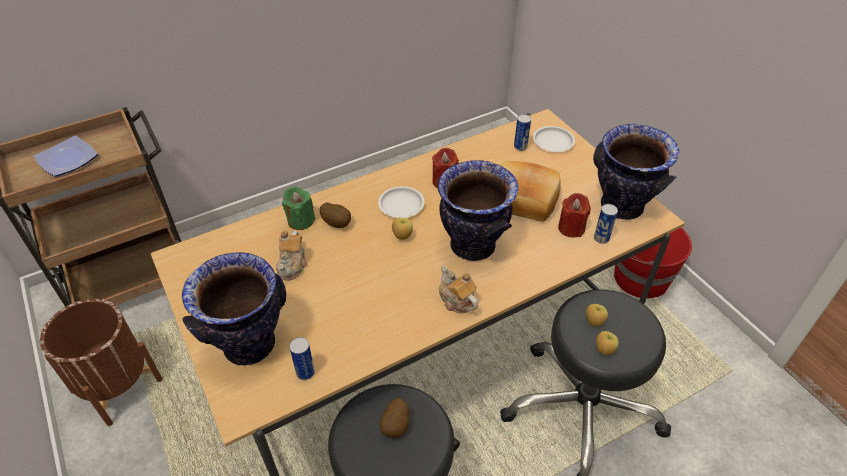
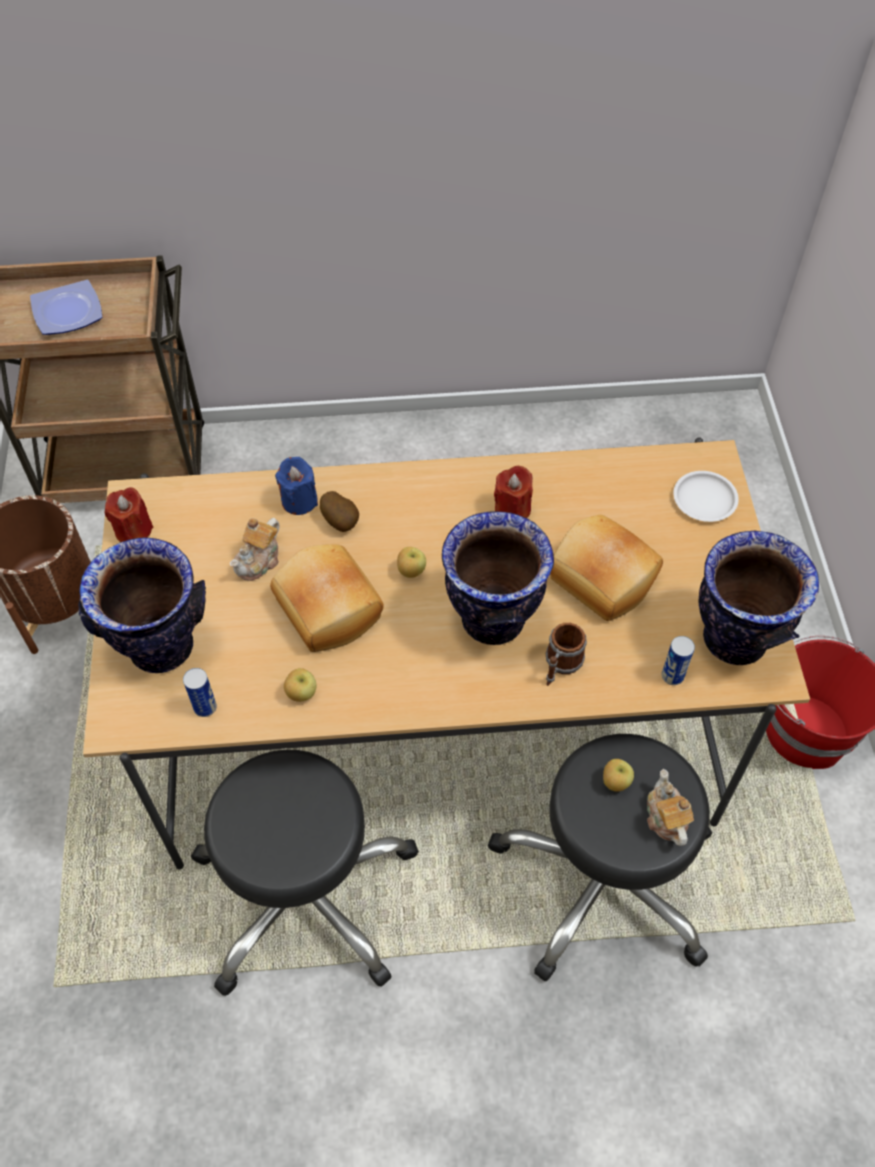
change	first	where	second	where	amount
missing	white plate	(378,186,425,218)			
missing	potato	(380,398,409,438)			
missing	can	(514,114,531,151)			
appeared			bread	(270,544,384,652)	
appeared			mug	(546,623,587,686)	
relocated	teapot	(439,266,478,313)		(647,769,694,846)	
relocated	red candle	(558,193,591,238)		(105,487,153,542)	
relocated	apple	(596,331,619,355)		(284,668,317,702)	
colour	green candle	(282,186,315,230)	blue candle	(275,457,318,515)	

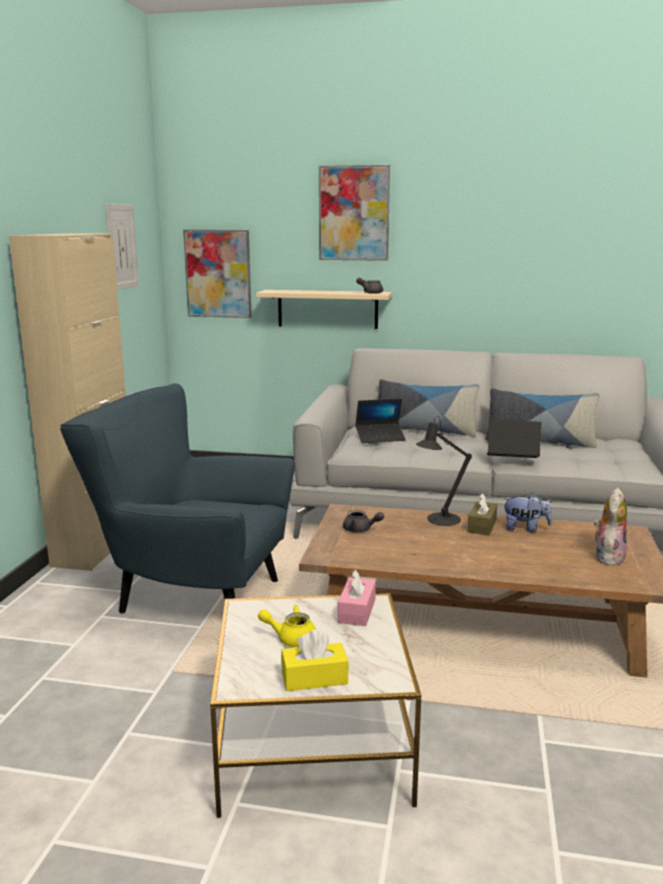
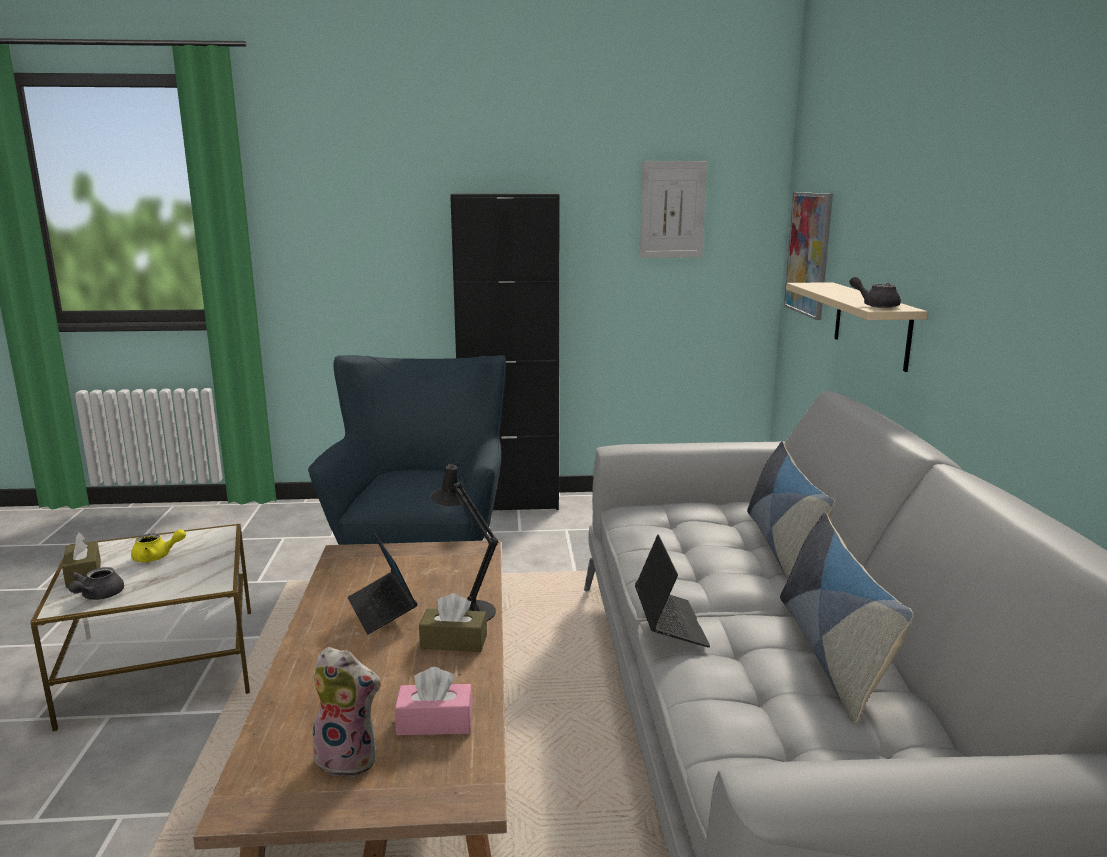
change	first	where	second	where	amount
missing	picture	(319,165,390,261)			
missing	plush toy	(503,493,552,533)			
relocated	pink tissue box	(338,570,376,626)		(395,667,473,735)	
relocated	grey teapot	(343,510,384,532)		(68,567,124,600)	
relocated	laptop	(355,399,406,443)		(348,531,417,634)	
colour	beige cabinet	(9,234,126,571)	black cabinet	(450,193,559,510)	
colour	yellow tissue box	(281,630,349,691)	brown tissue box	(62,532,101,588)	
spun	yellow teapot	(258,605,316,647)		(131,529,186,562)	90 degrees clockwise

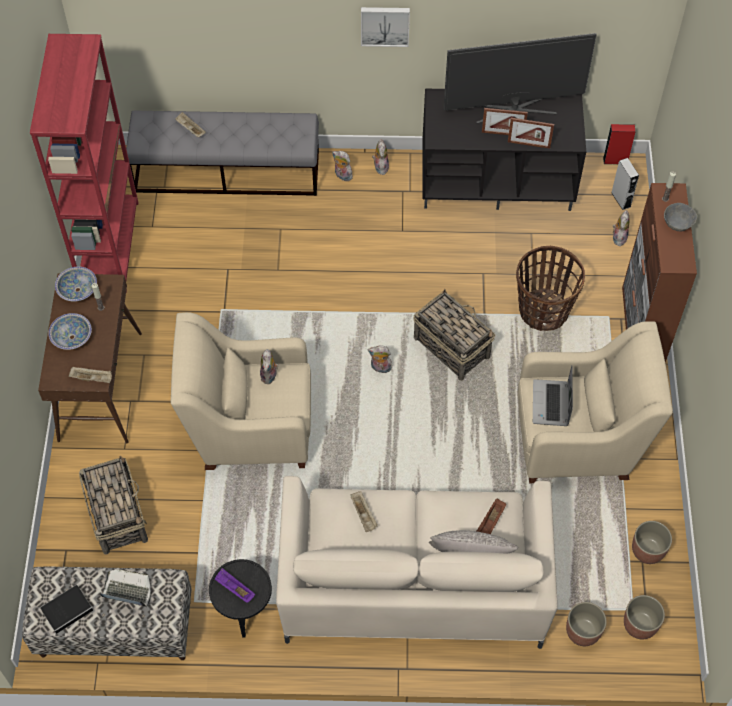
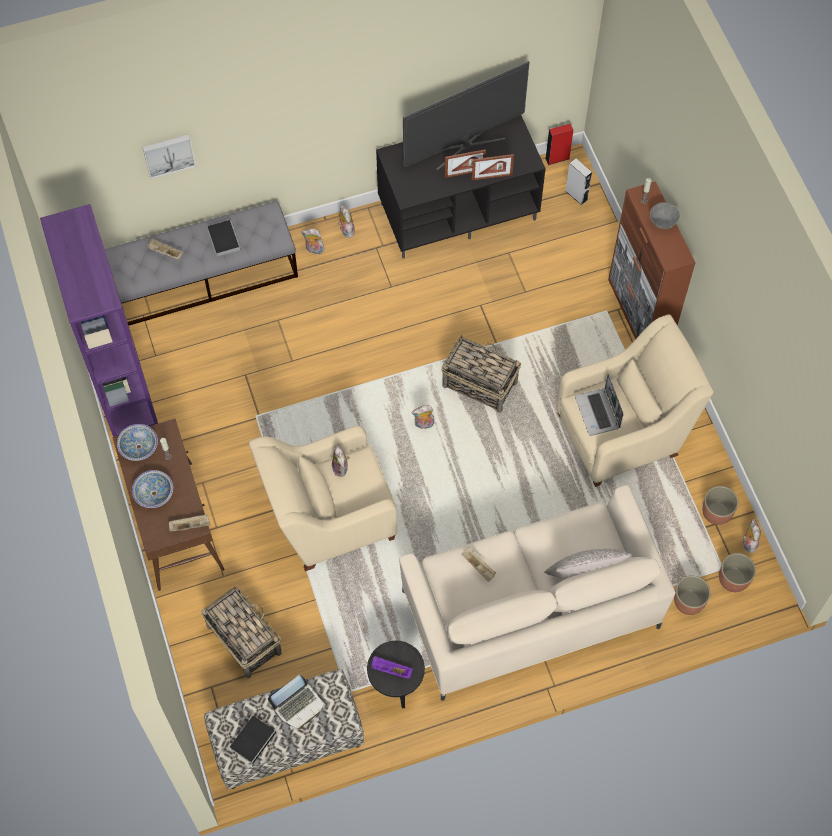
change	first	where	second	where	amount
missing	brown tray	(477,498,506,534)			
missing	basket	(516,246,585,331)			
appeared			book	(207,219,240,257)	
relocated	picture	(361,7,410,47)		(142,134,196,179)	
relocated	plush toy	(613,210,630,246)		(742,519,761,553)	
colour	red bookcase	(30,34,138,293)	purple bookcase	(40,204,158,437)	
spun	laptop	(100,570,151,607)		(268,675,325,729)	150 degrees clockwise

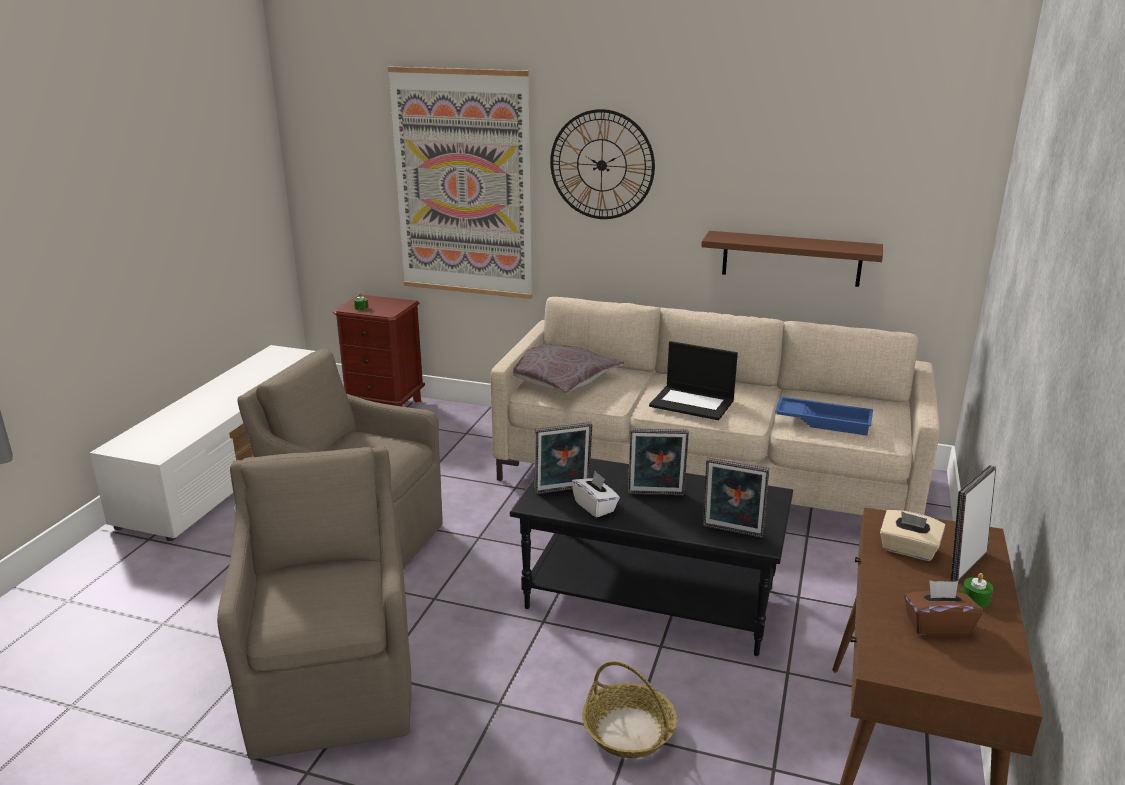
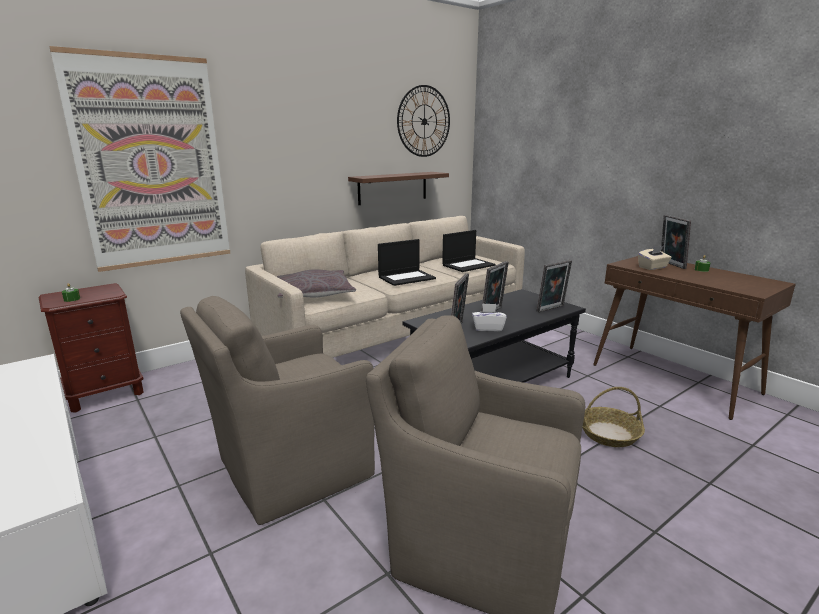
change	first	where	second	where	amount
missing	brown tissue box	(904,580,983,636)			
relocated	wall clock	(550,109,655,219)		(397,85,450,157)	
exchanged	blue tray	(775,396,873,436)	laptop	(442,230,495,272)	

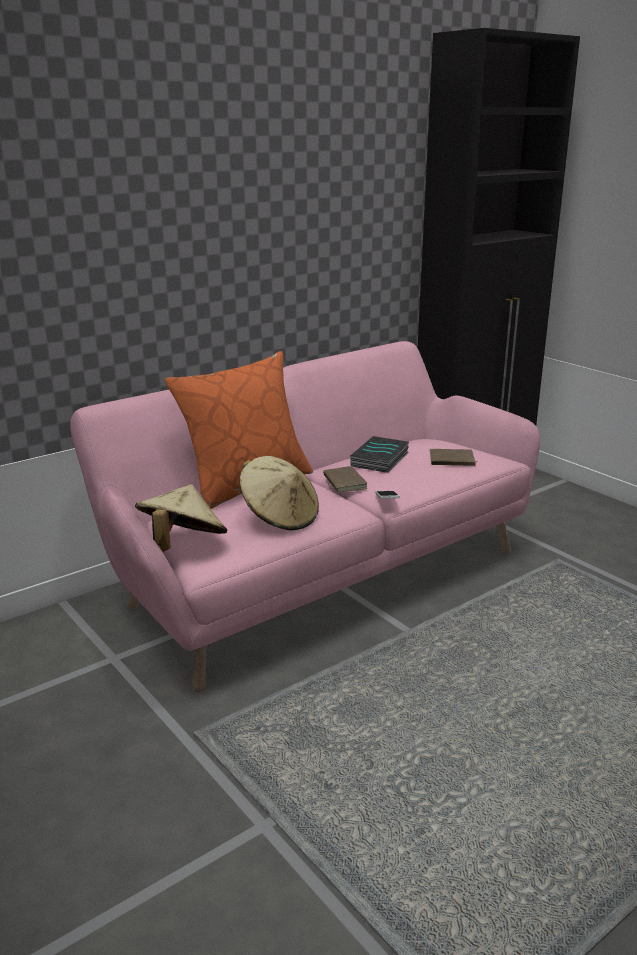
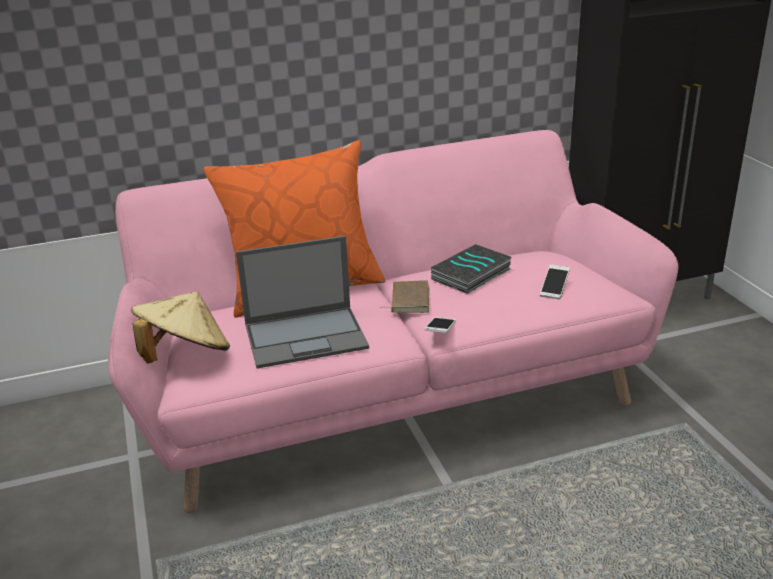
change	first	where	second	where	amount
exchanged	beige hat	(239,456,319,531)	laptop	(236,236,369,368)	
exchanged	brown book	(429,449,477,466)	phone	(540,264,570,299)	

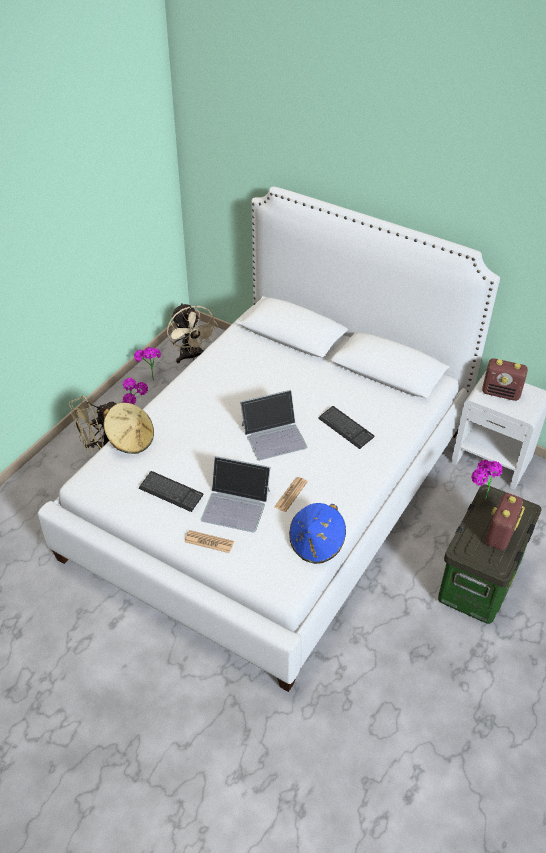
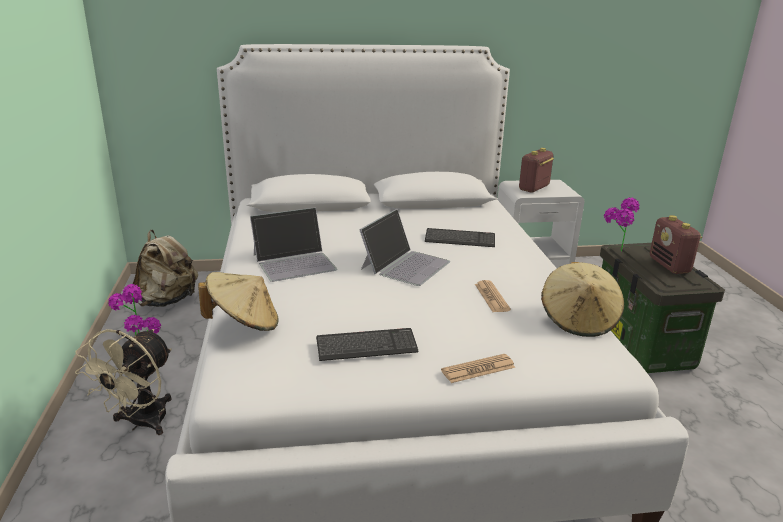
change	first	where	second	where	amount
relocated	laptop	(200,456,270,533)		(250,207,337,282)	
exchanged	beige fan	(167,303,218,363)	beige backpack	(133,230,198,307)	
colour	blue hat	(289,503,346,564)	beige hat	(541,262,624,337)	
spun	radio	(482,358,528,401)		(519,148,554,193)	150 degrees clockwise

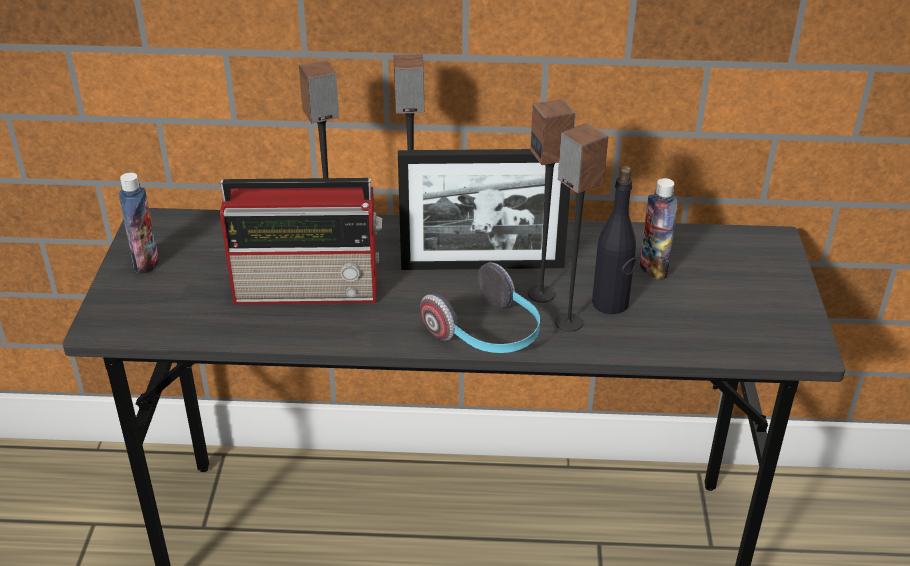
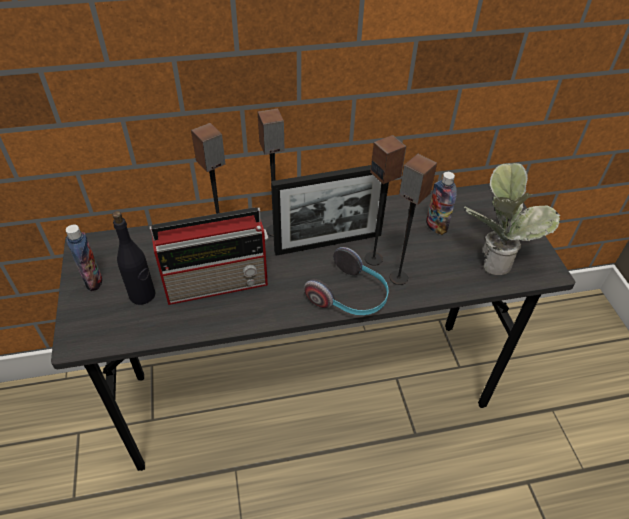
change	first	where	second	where	amount
appeared			potted plant	(464,163,560,275)	
relocated	black bottle	(592,166,636,314)		(112,211,156,305)	

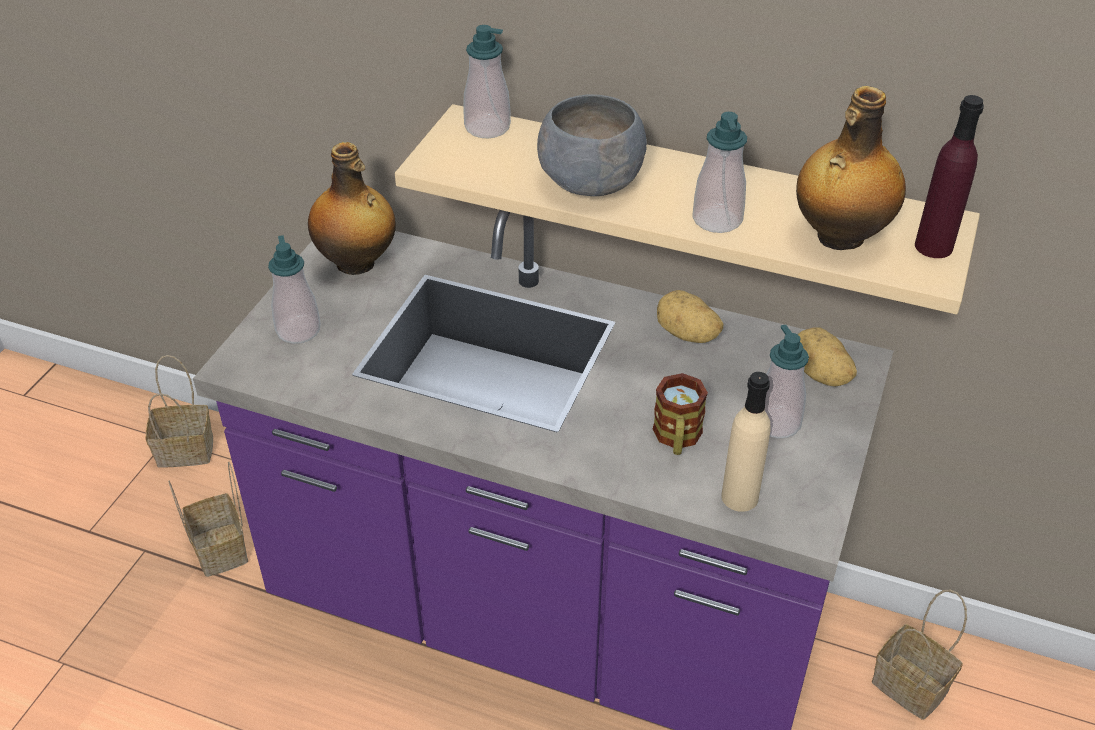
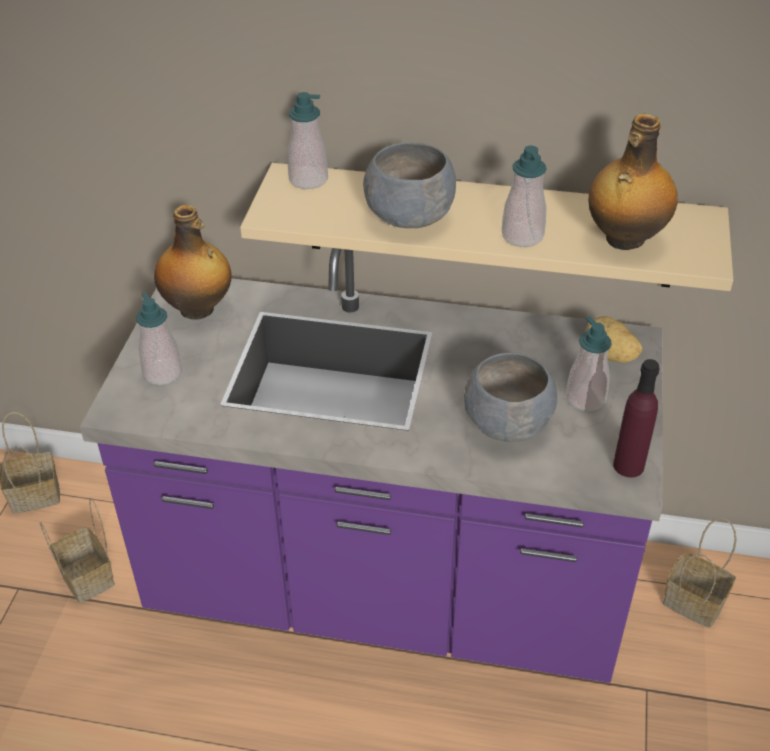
change	first	where	second	where	amount
missing	potato	(657,290,723,343)			
missing	beige bottle	(721,372,771,512)			
relocated	purple bottle	(915,95,984,258)		(613,359,660,477)	
exchanged	mug	(653,373,708,455)	grey bowl	(464,353,557,442)	

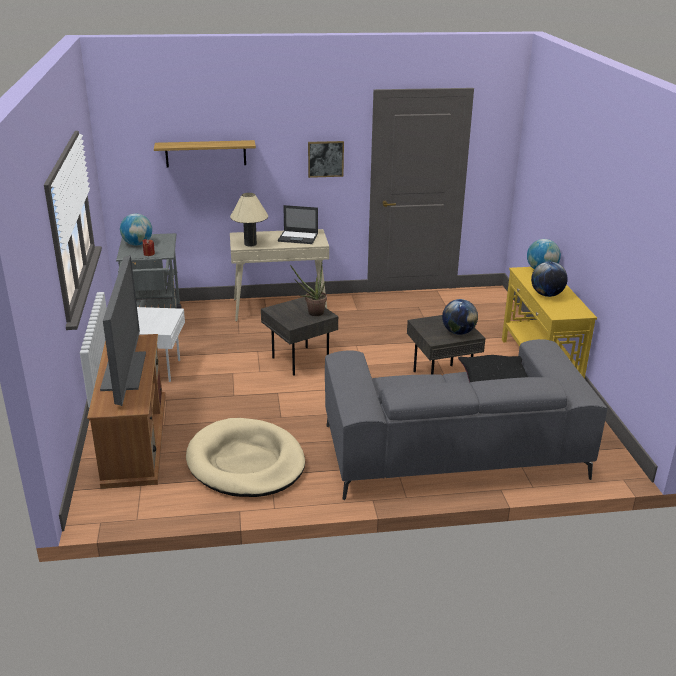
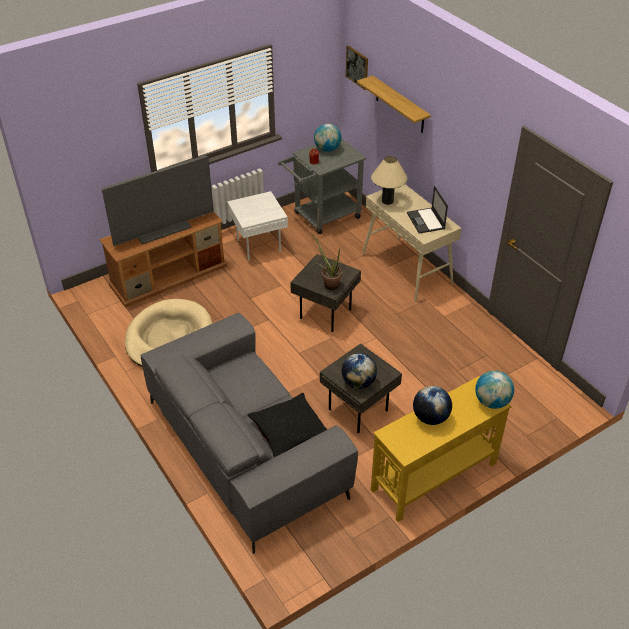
change	first	where	second	where	amount
relocated	picture	(308,141,344,178)		(346,45,368,90)	

